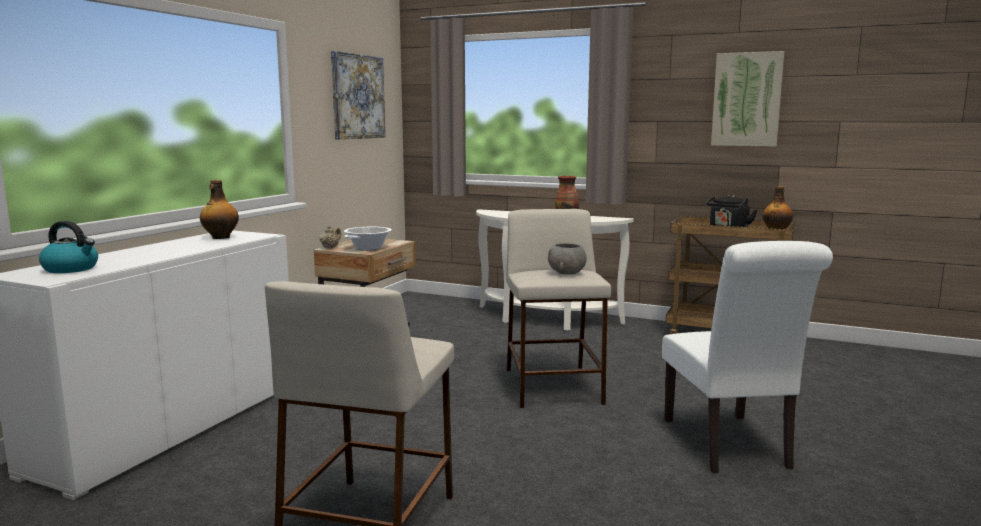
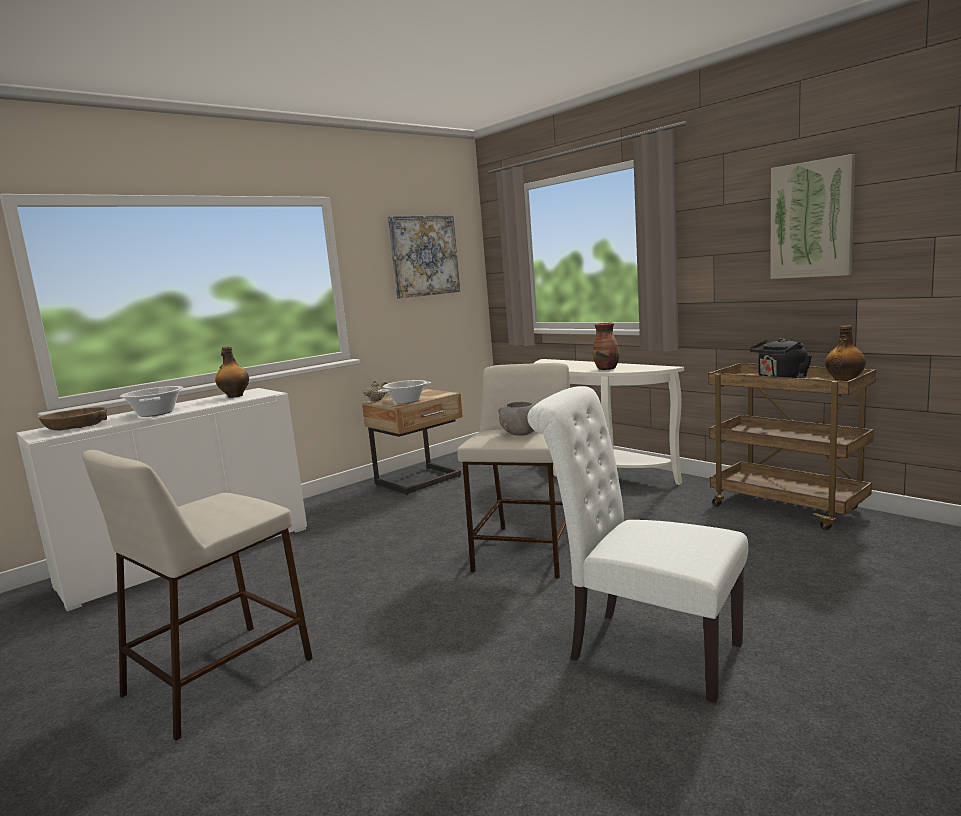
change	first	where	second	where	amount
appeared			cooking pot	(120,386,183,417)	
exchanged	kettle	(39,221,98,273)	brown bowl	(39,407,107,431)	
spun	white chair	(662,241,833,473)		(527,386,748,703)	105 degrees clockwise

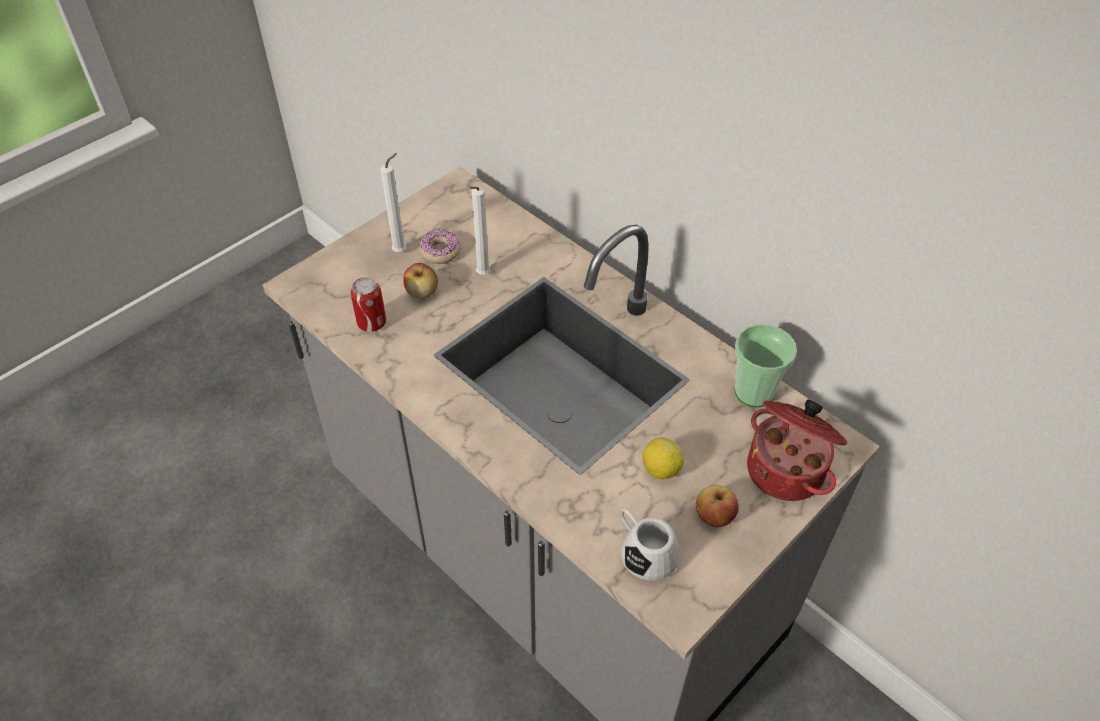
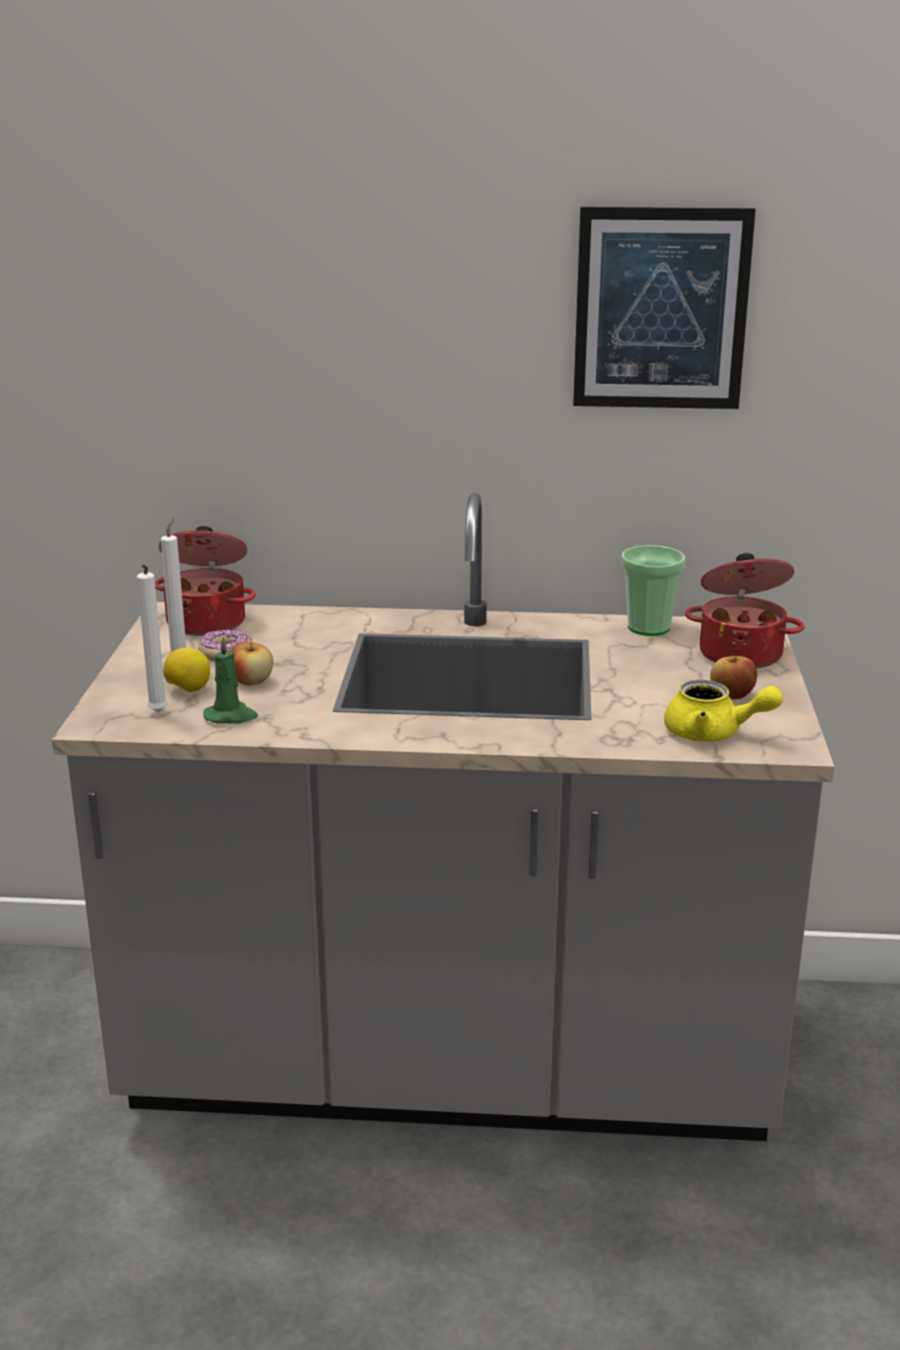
change	first	where	second	where	amount
appeared			cooking pot	(155,526,256,636)	
appeared			picture	(573,207,756,409)	
relocated	white candle	(469,187,490,275)		(137,565,168,713)	
relocated	lemon	(642,437,684,479)		(163,647,210,693)	
exchanged	can	(351,277,386,332)	green candle	(203,636,258,724)	
exchanged	white mug	(620,508,680,581)	yellow teapot	(664,680,783,742)	

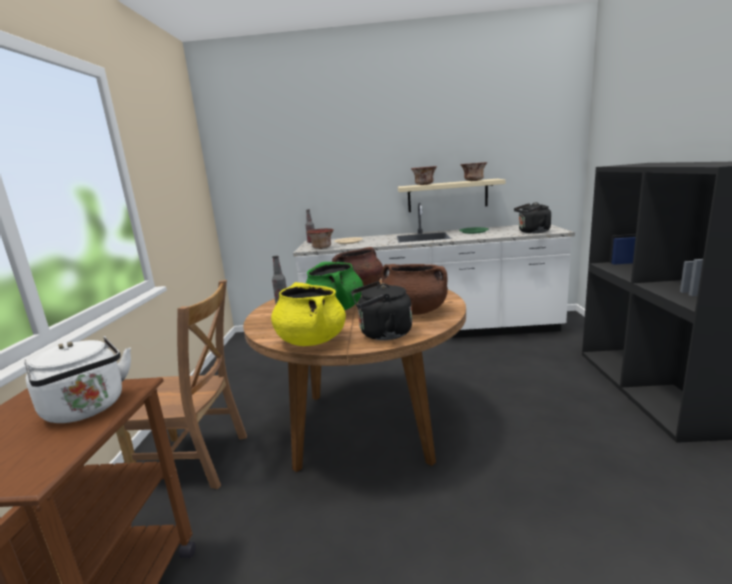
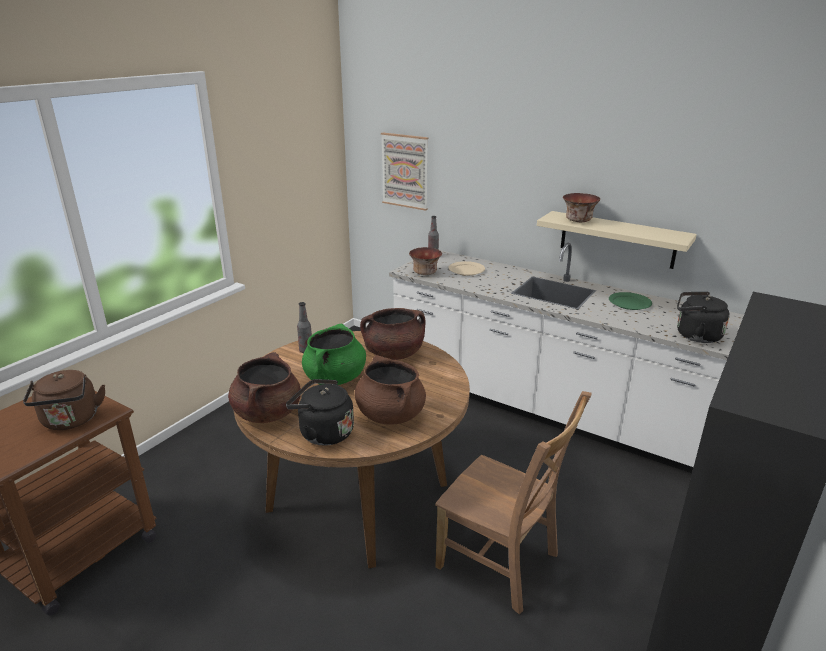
change	first	where	second	where	amount
missing	bowl	(460,162,487,181)			
appeared			picture	(381,133,429,211)	
relocated	brown chair	(116,280,247,489)		(435,391,592,614)	
colour	white kettle	(24,336,131,423)	brown kettle	(23,370,105,430)	
colour	yellow cooking pot	(271,282,346,346)	brown cooking pot	(228,352,301,423)	

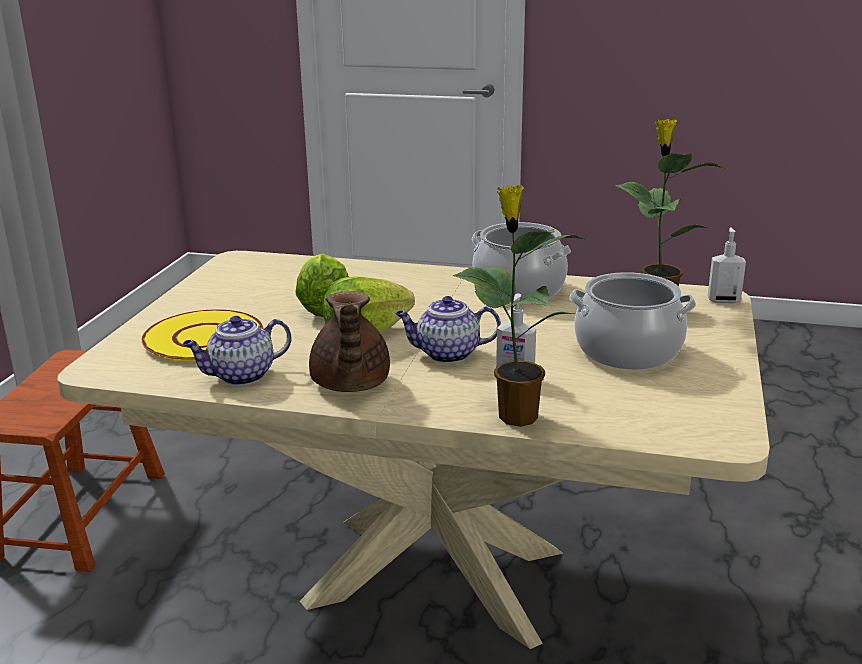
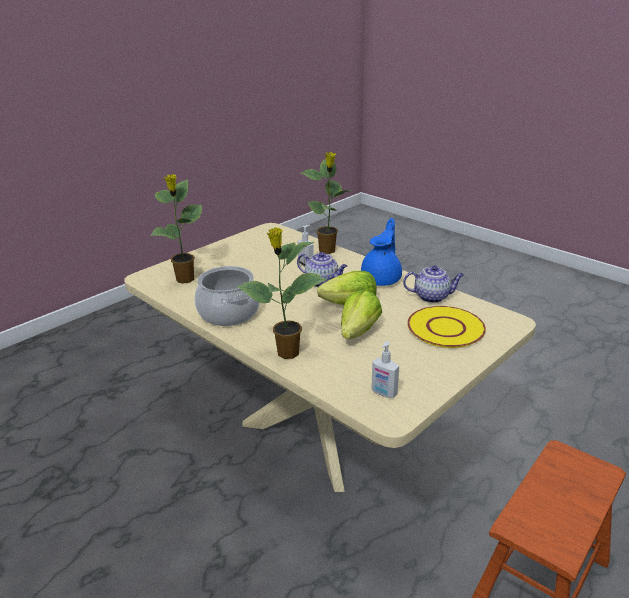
change	first	where	second	where	amount
missing	cooking pot	(569,272,696,370)			
appeared			potted plant	(236,227,327,359)	
relocated	soap dispenser	(708,228,746,303)		(371,341,399,398)	
colour	brown teapot	(309,292,390,392)	blue teapot	(361,218,402,286)	

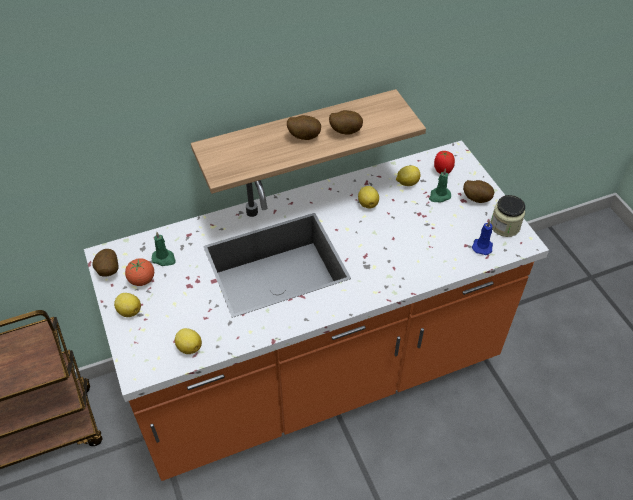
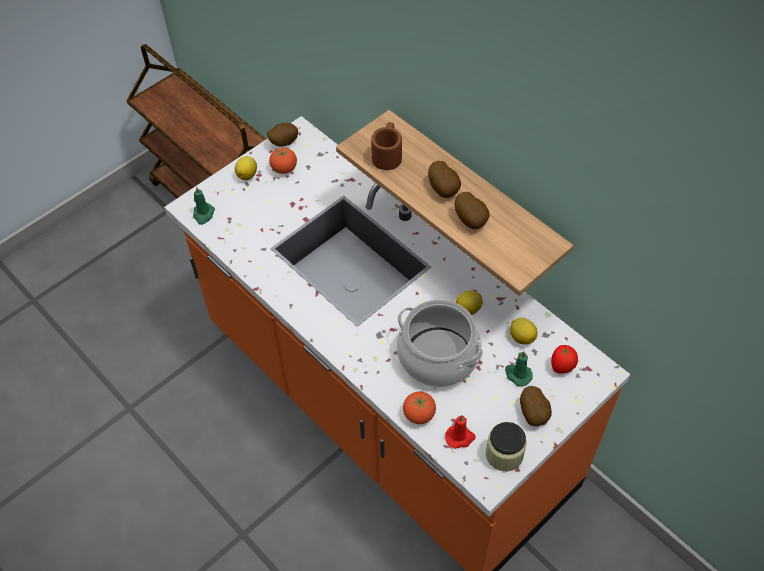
change	first	where	second	where	amount
missing	lemon	(175,328,202,354)			
appeared			brown mug	(371,122,402,170)	
appeared			cooking pot	(397,299,483,387)	
appeared			tomato	(403,392,436,424)	
relocated	green candle	(152,232,176,266)		(193,186,215,225)	
colour	blue candle	(472,220,493,255)	red candle	(445,415,476,449)	

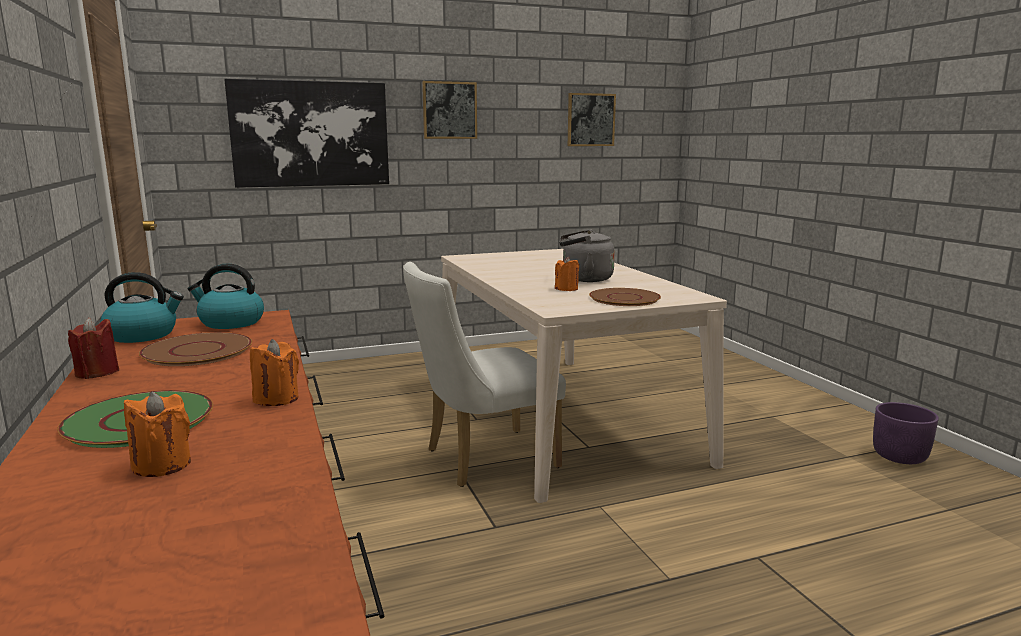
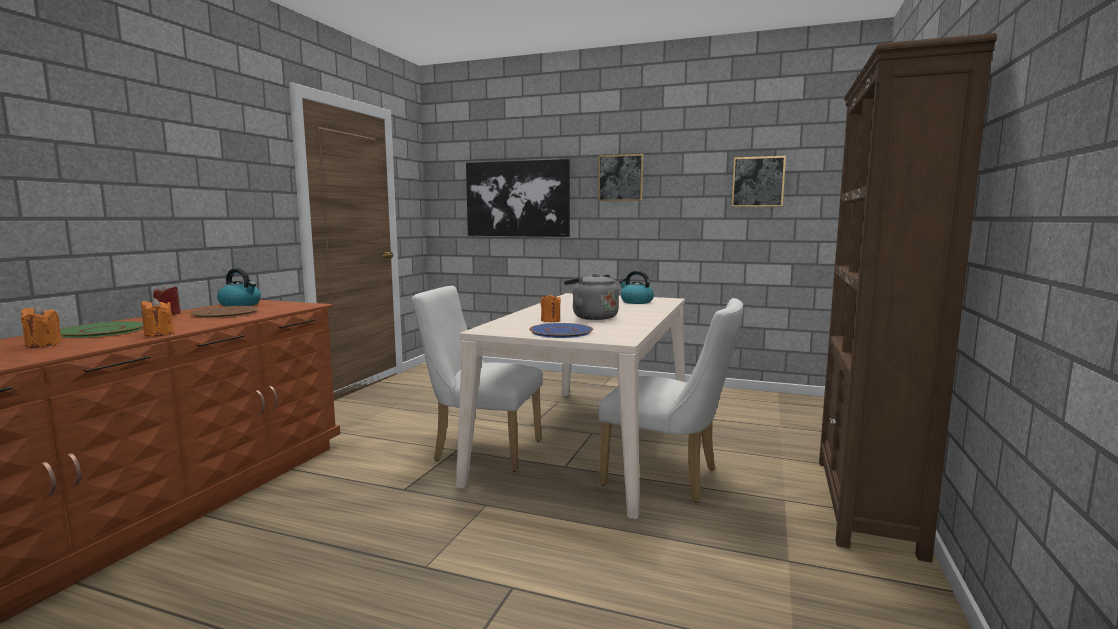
change	first	where	second	where	amount
missing	purple planter	(873,402,939,464)			
appeared			white chair	(598,298,743,503)	
appeared			brown bookcase	(819,33,997,563)	
relocated	kettle	(188,263,264,329)		(619,271,654,304)	
colour	brown plate	(589,288,661,306)	blue plate	(529,323,593,338)	

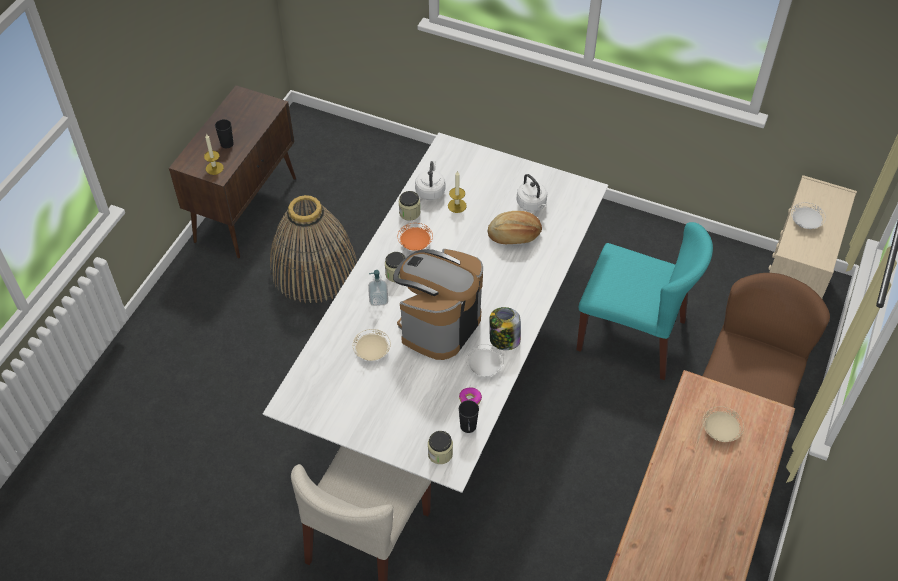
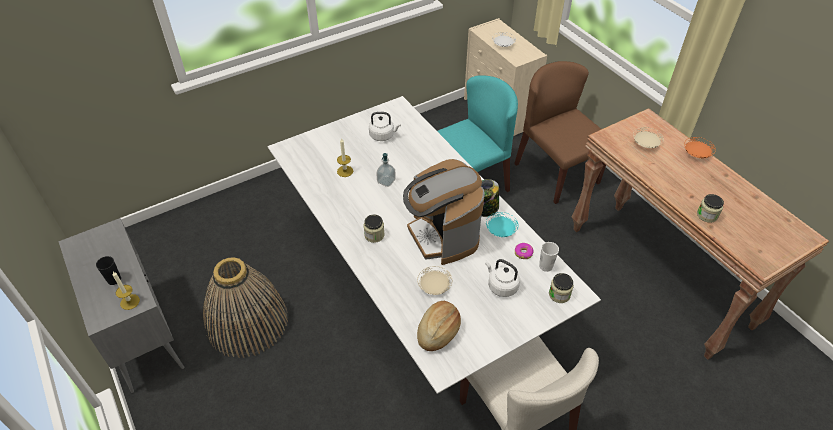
change	first	where	second	where	amount
relocated	soap dispenser	(368,270,388,306)		(376,153,396,187)	
relocated	orange plate	(398,223,433,251)		(684,137,716,158)	
relocated	jar	(399,191,421,221)		(697,194,724,223)	
relocated	white kettle	(415,161,445,200)		(485,259,520,297)	
relocated	bread	(488,211,542,244)		(417,301,461,351)	
colour	brown cabinet	(169,85,296,258)	grey cabinet	(58,218,184,393)	
colour	black cup	(459,400,479,433)	white cup	(539,242,559,272)	
colour	white plate	(466,344,504,377)	turquoise plate	(486,212,518,237)	

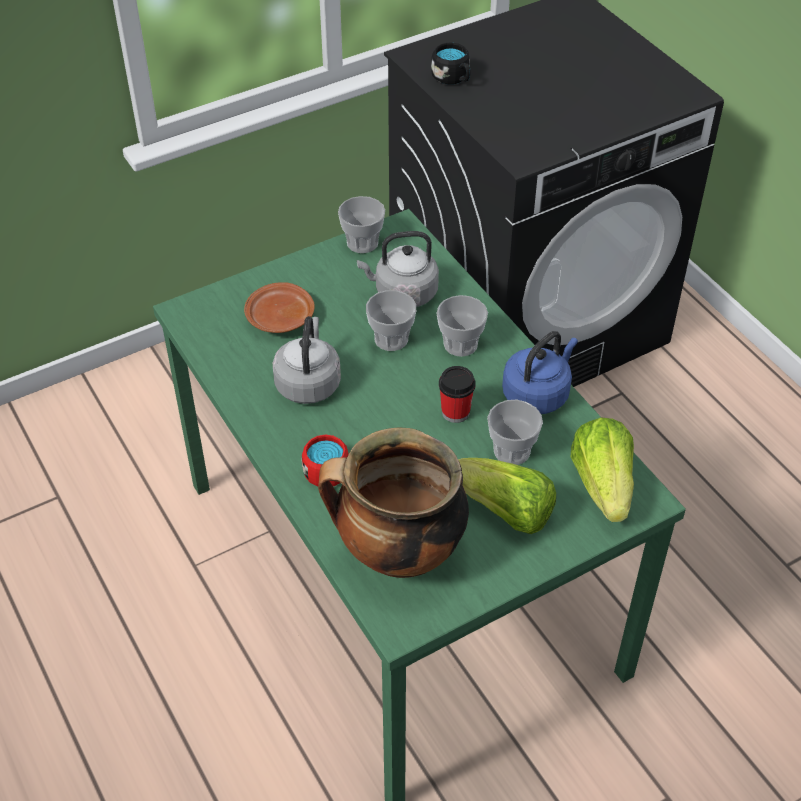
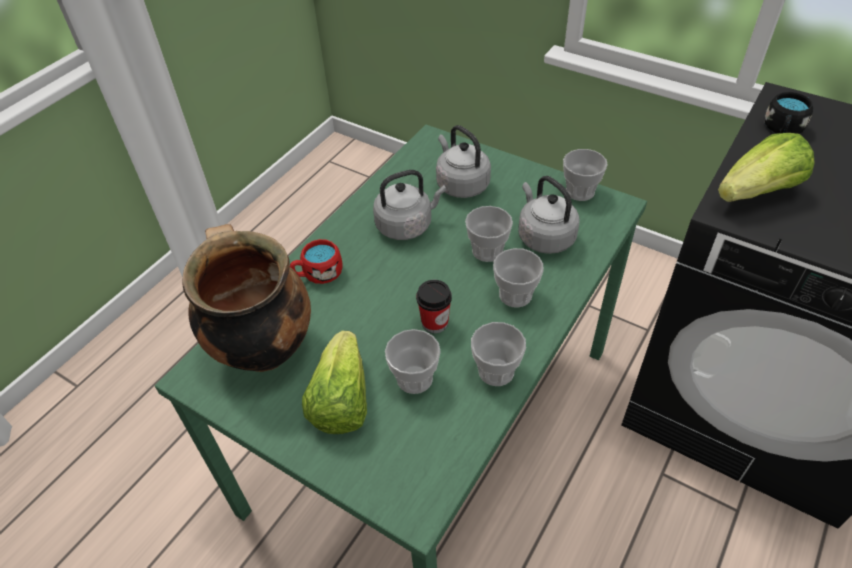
change	first	where	second	where	amount
relocated	lettuce	(571,417,634,522)		(718,133,814,202)	
exchanged	brown plate	(244,282,315,333)	grey kettle	(436,125,491,198)	
exchanged	blue kettle	(502,331,578,414)	cup	(471,322,526,386)	

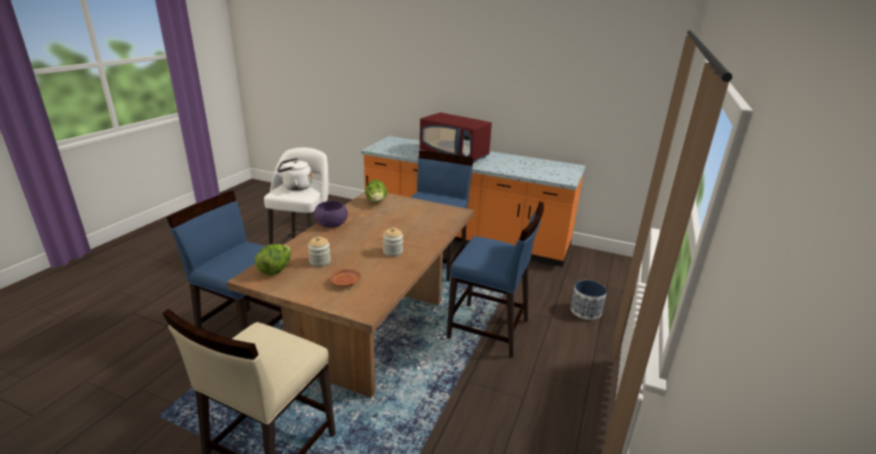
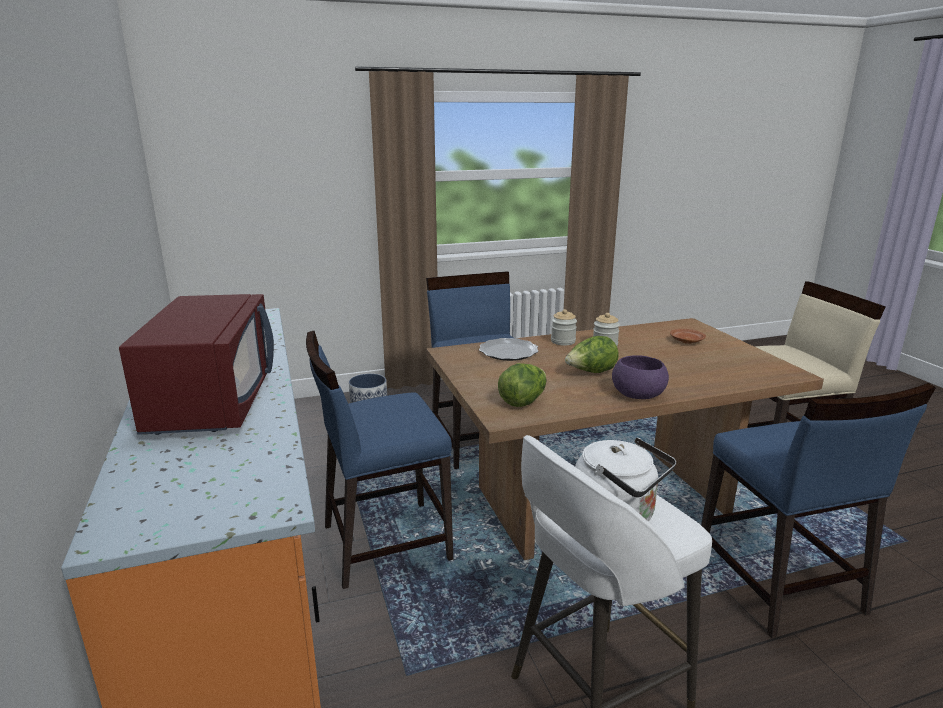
change	first	where	second	where	amount
appeared			plate	(479,338,538,361)	
relocated	lettuce	(255,244,291,276)		(565,336,619,373)	
relocated	jar	(308,236,331,267)		(551,309,577,346)	

